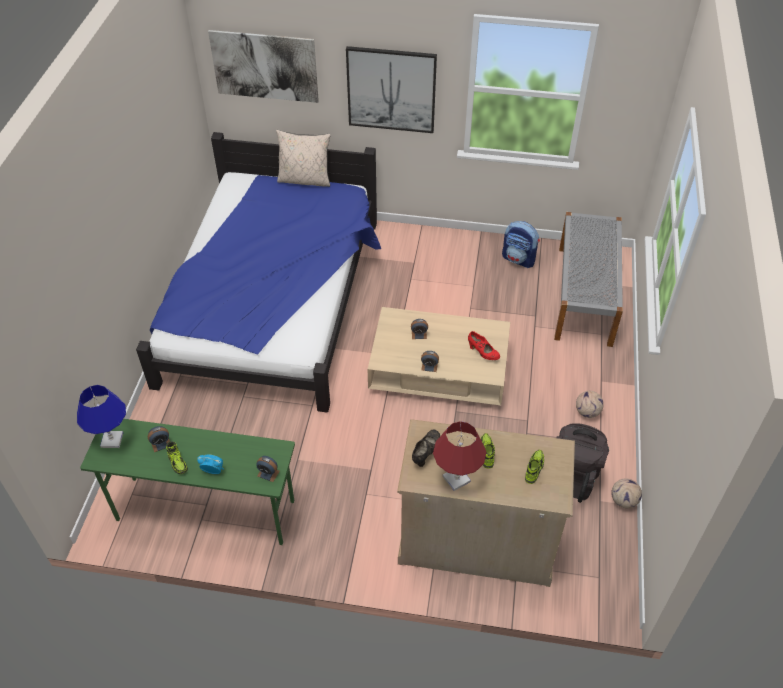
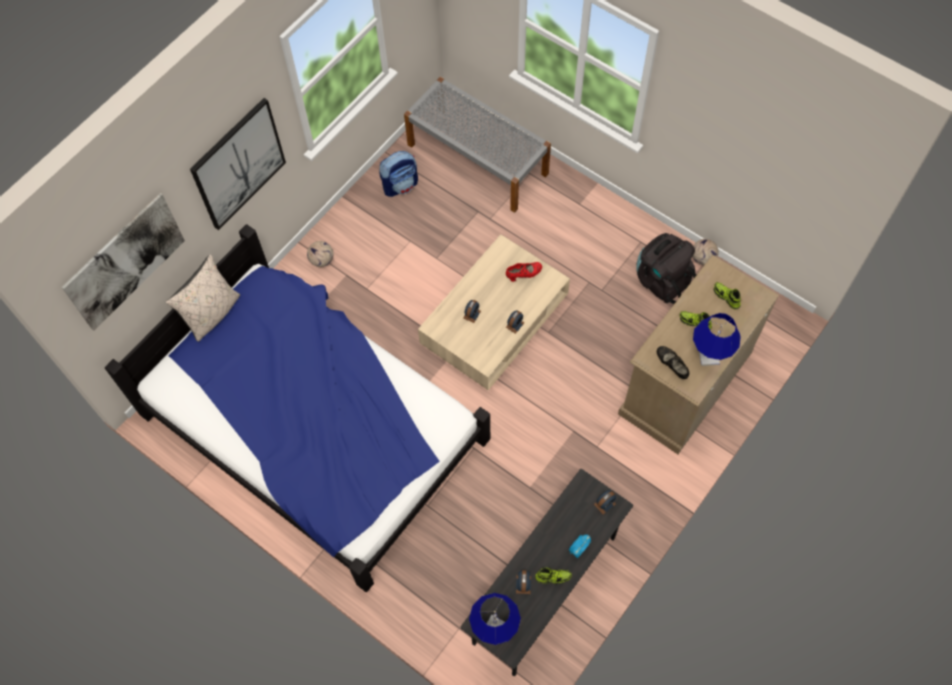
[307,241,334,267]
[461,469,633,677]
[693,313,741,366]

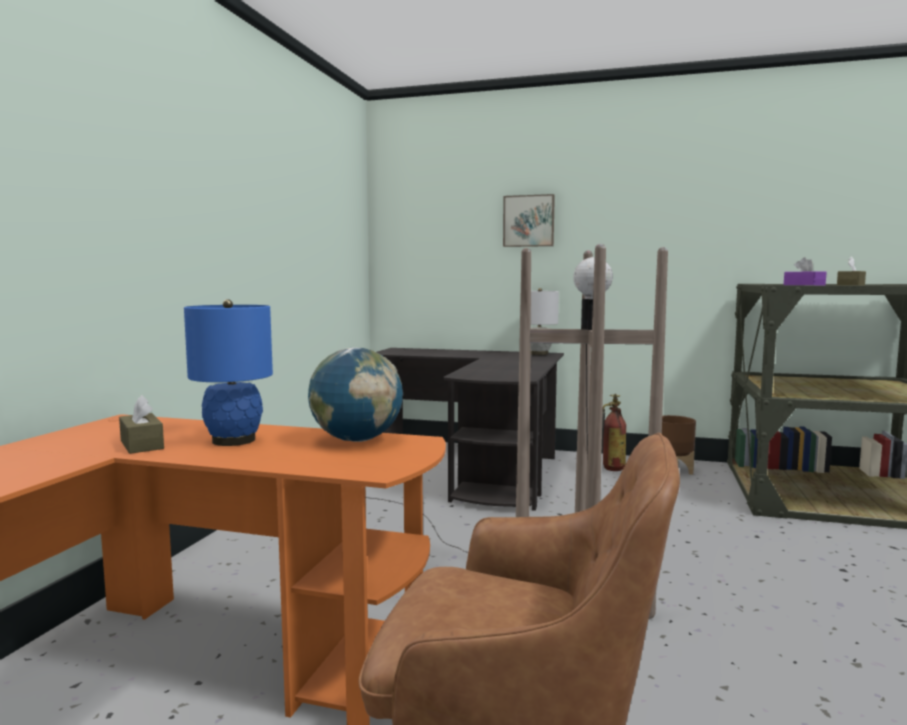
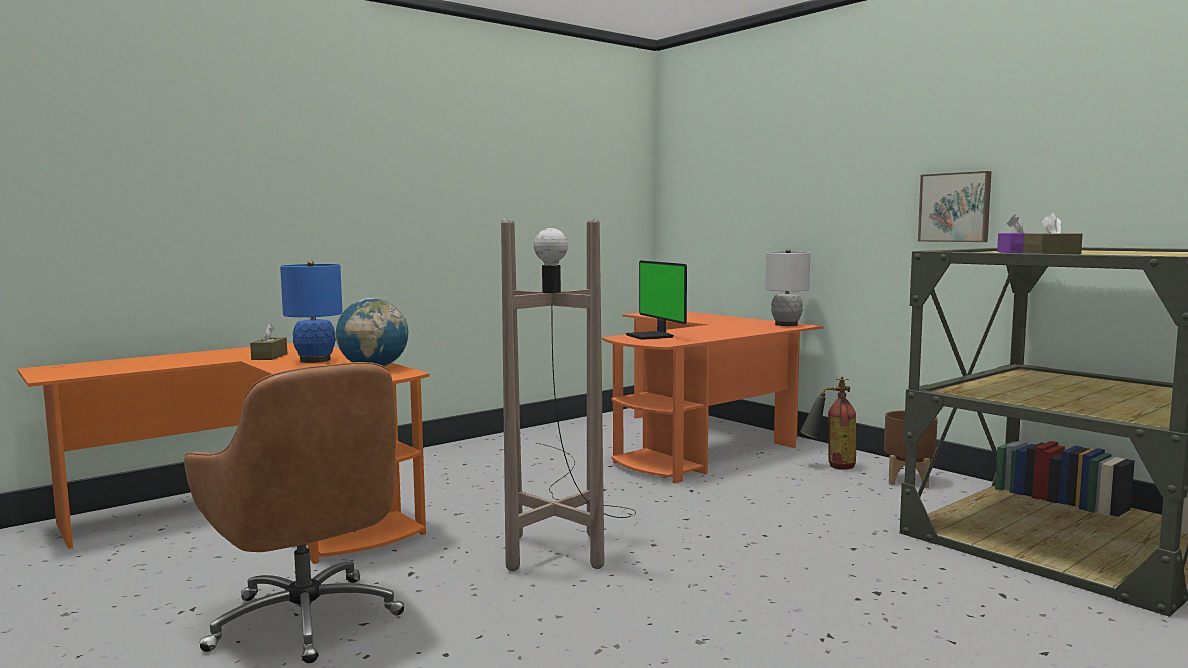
[602,312,824,483]
[626,261,687,340]
[918,171,991,242]

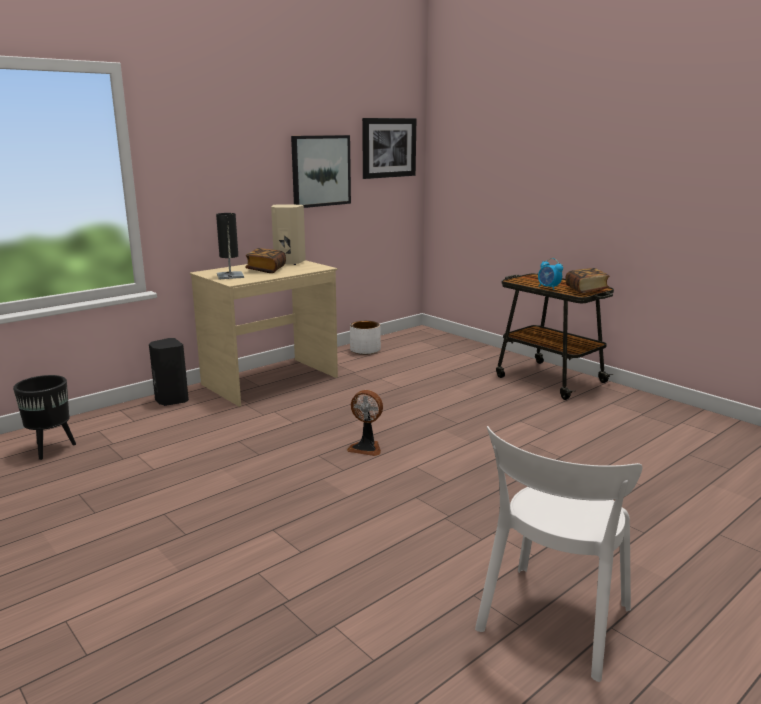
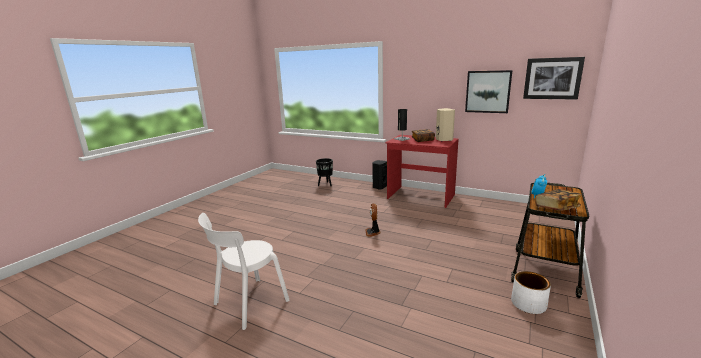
[198,213,289,330]
[386,135,459,208]
[511,271,551,314]

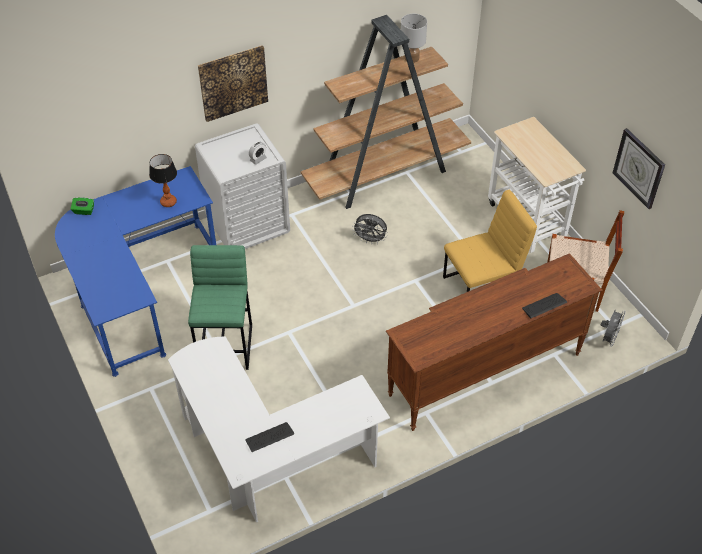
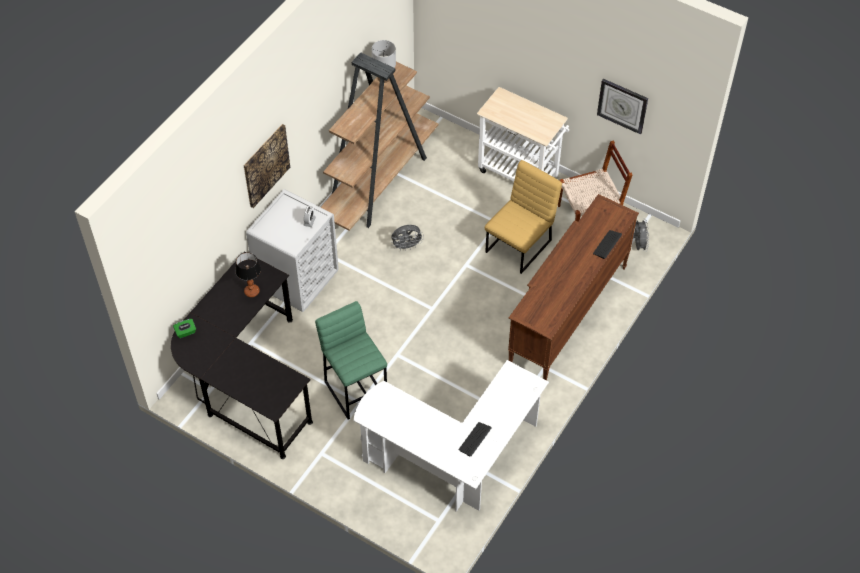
[171,251,313,459]

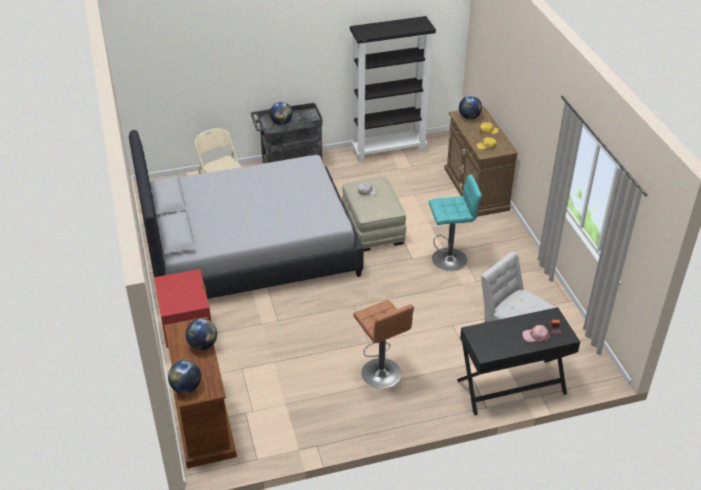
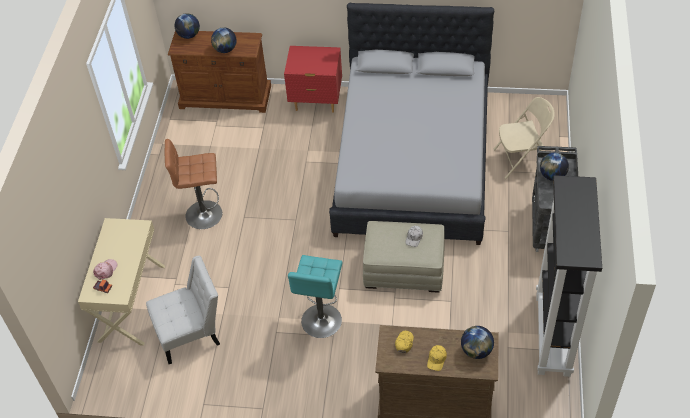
[78,218,165,346]

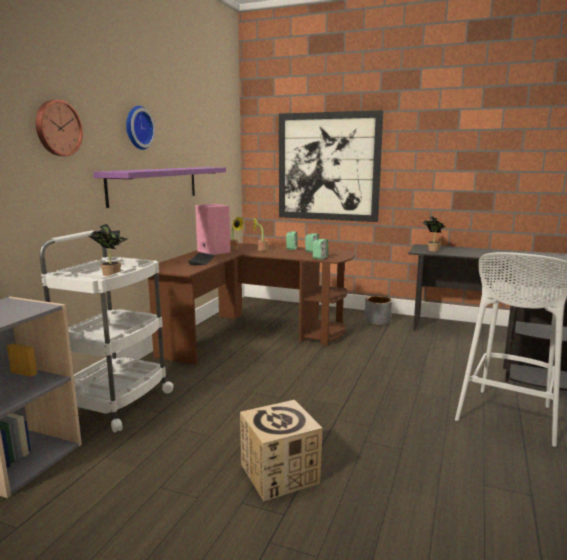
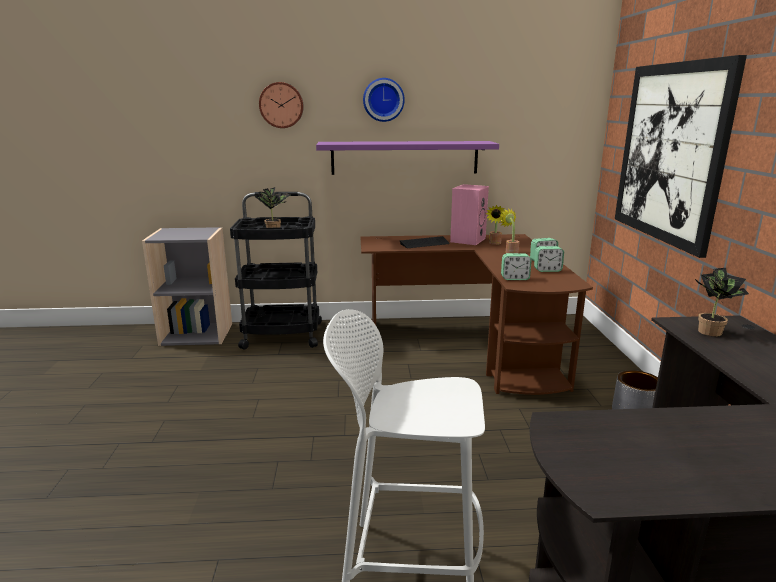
[230,192,322,350]
[240,400,323,502] (first image)

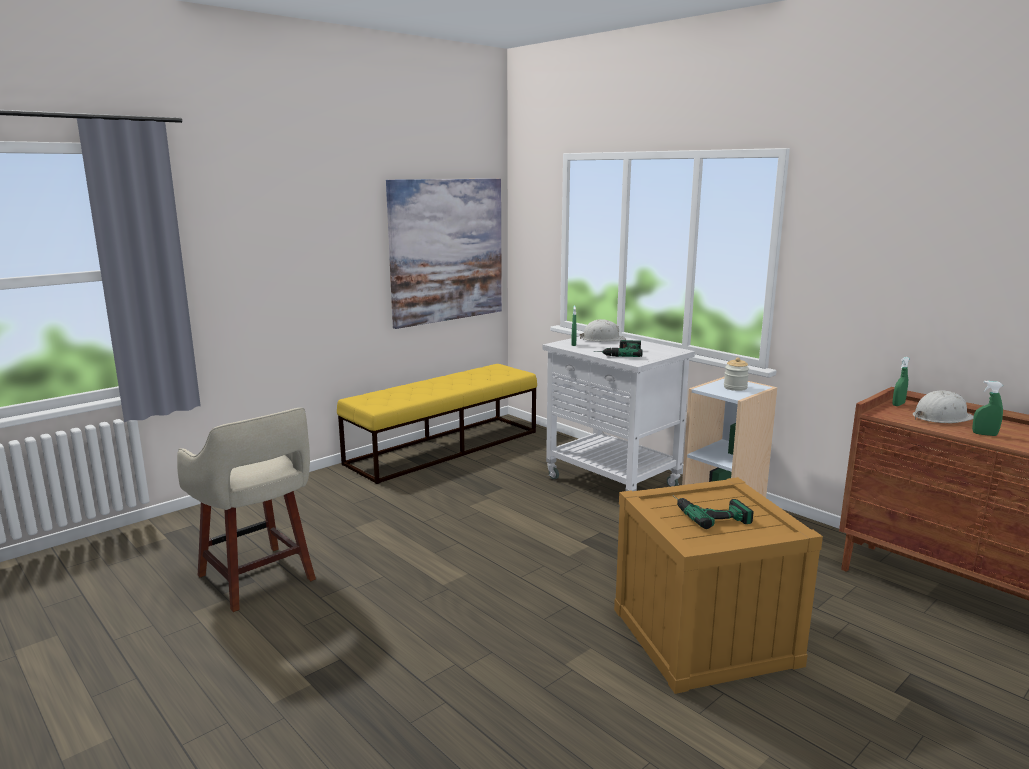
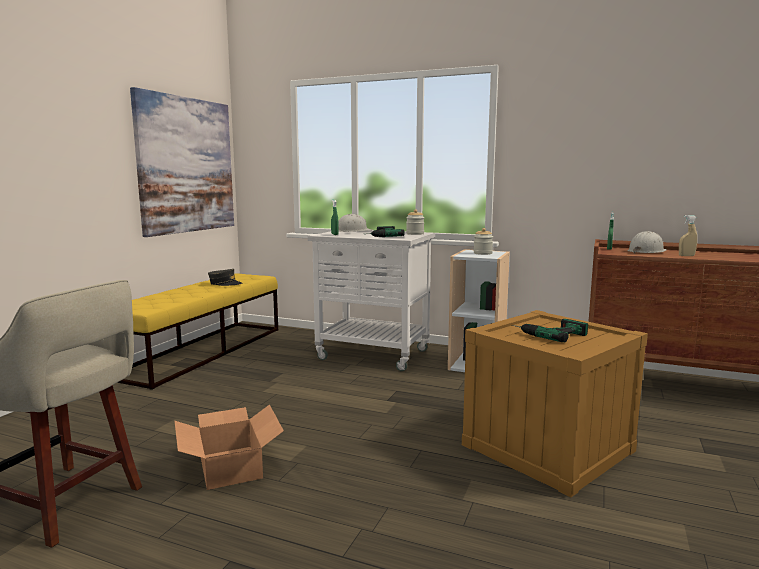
[174,404,284,490]
[208,269,242,286]
[406,209,424,235]
[679,215,697,256]

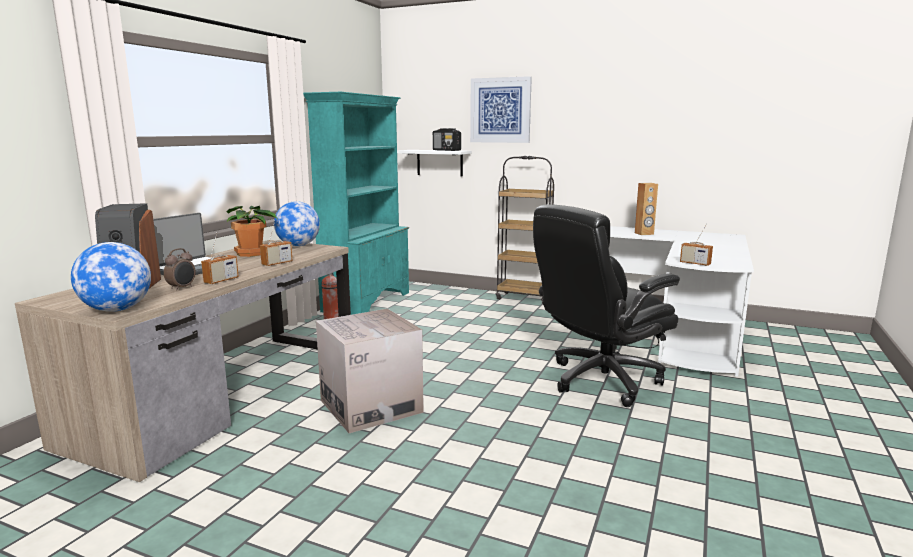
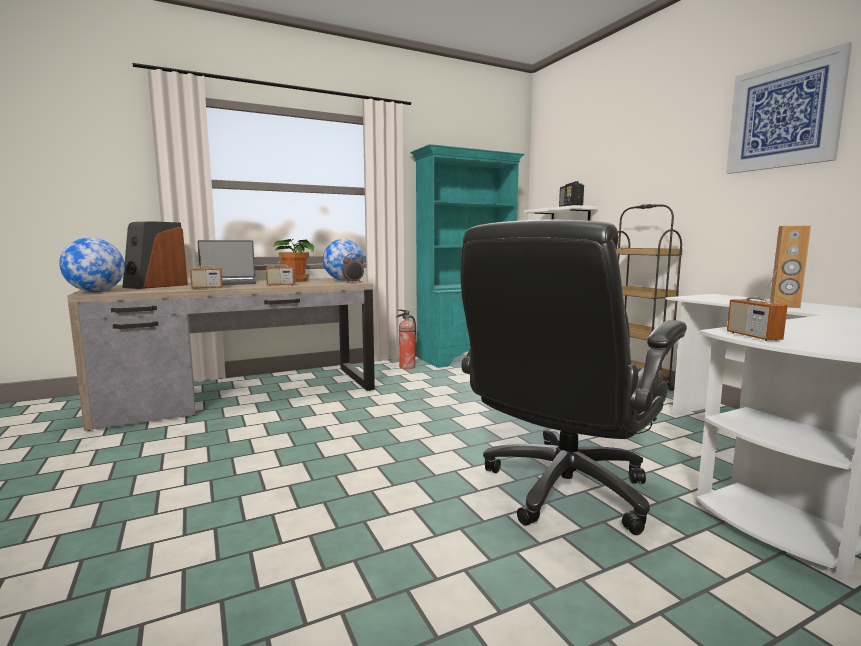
[342,253,364,283]
[460,220,687,535]
[726,42,852,174]
[316,309,424,433] (first image)

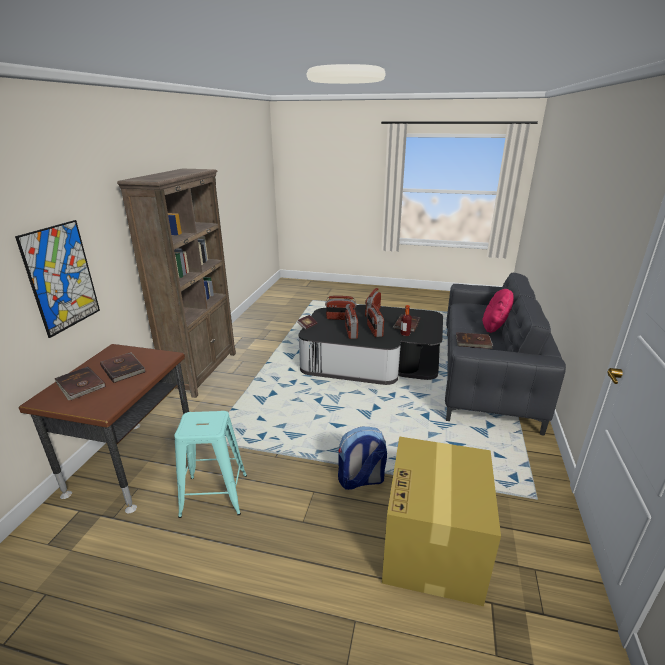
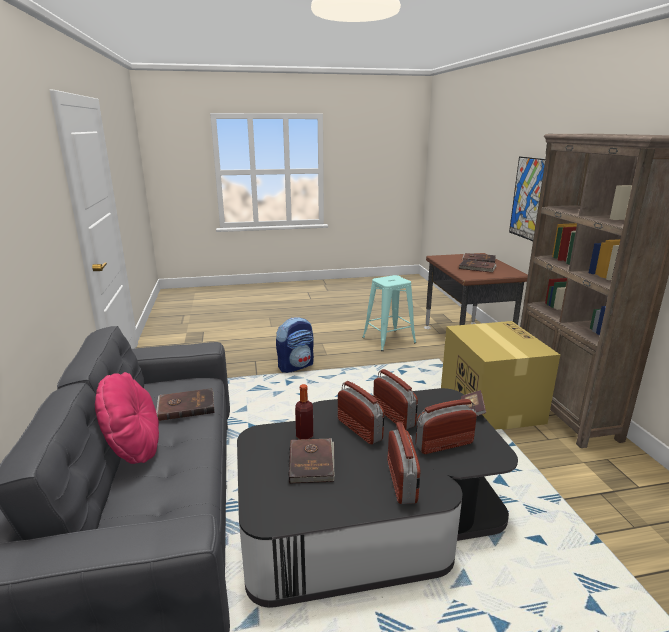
[441,321,560,430]

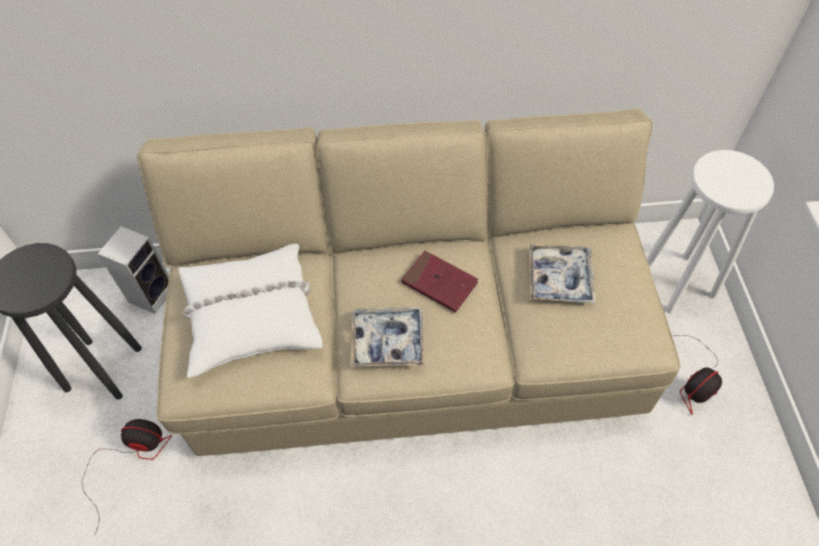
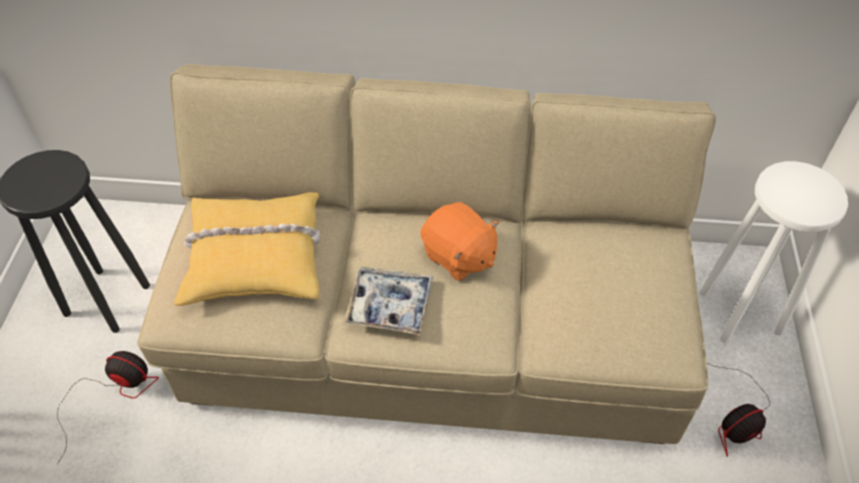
[174,192,321,306]
[421,202,499,281]
[98,226,169,314] (first image)
[529,243,596,304] (first image)

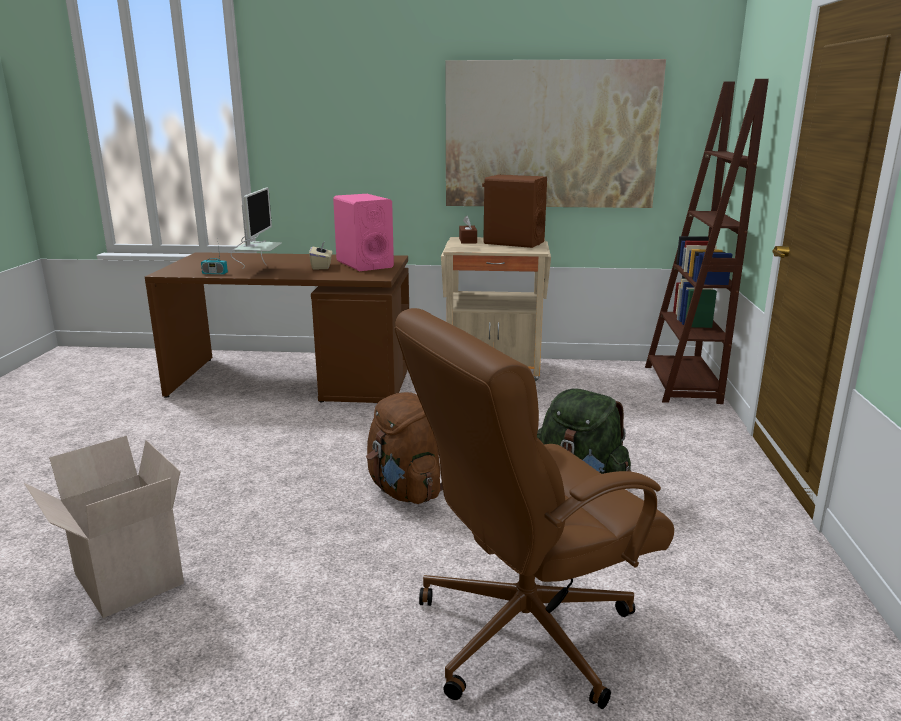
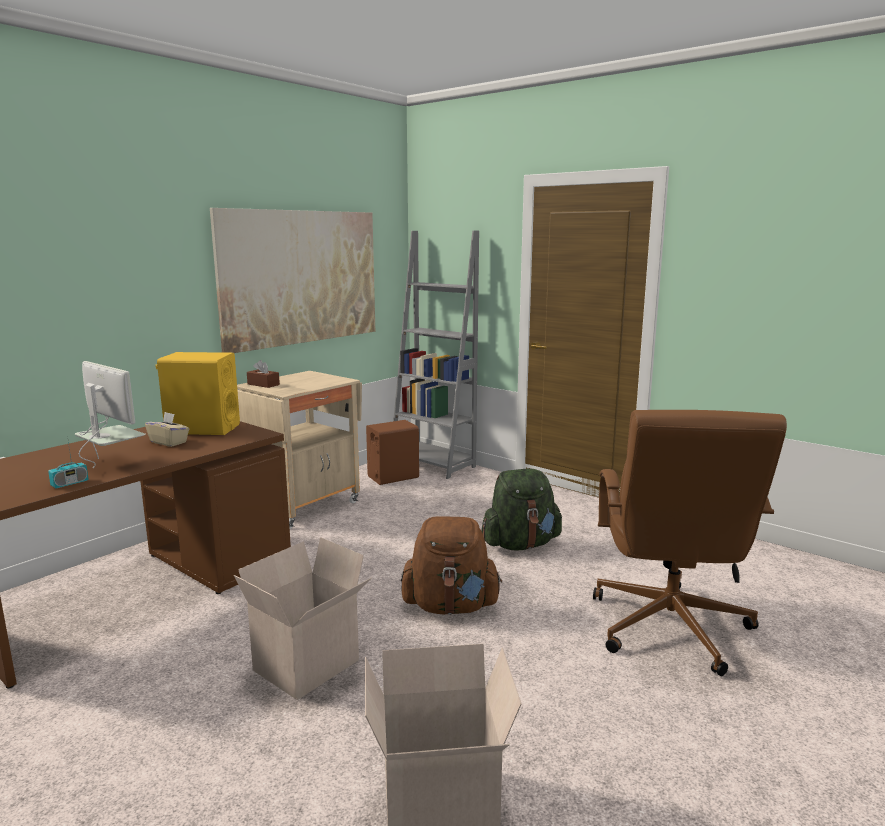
[155,352,240,435]
[234,537,372,700]
[366,420,419,485]
[393,231,479,479]

